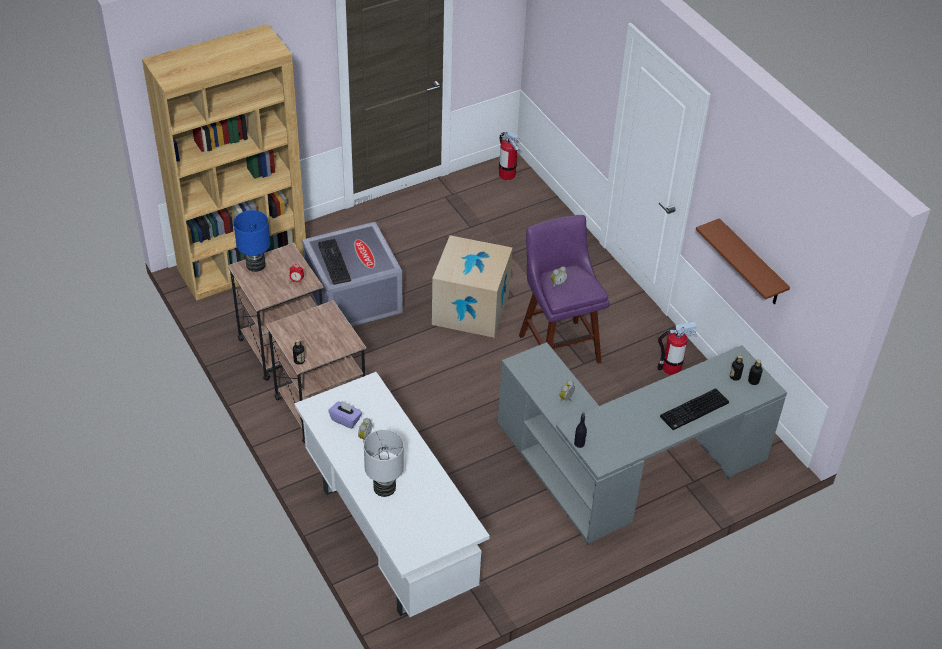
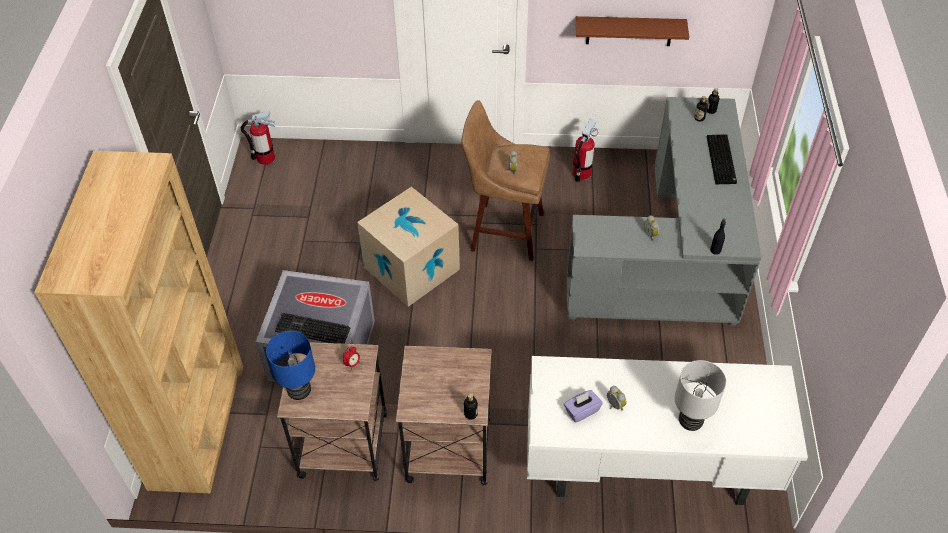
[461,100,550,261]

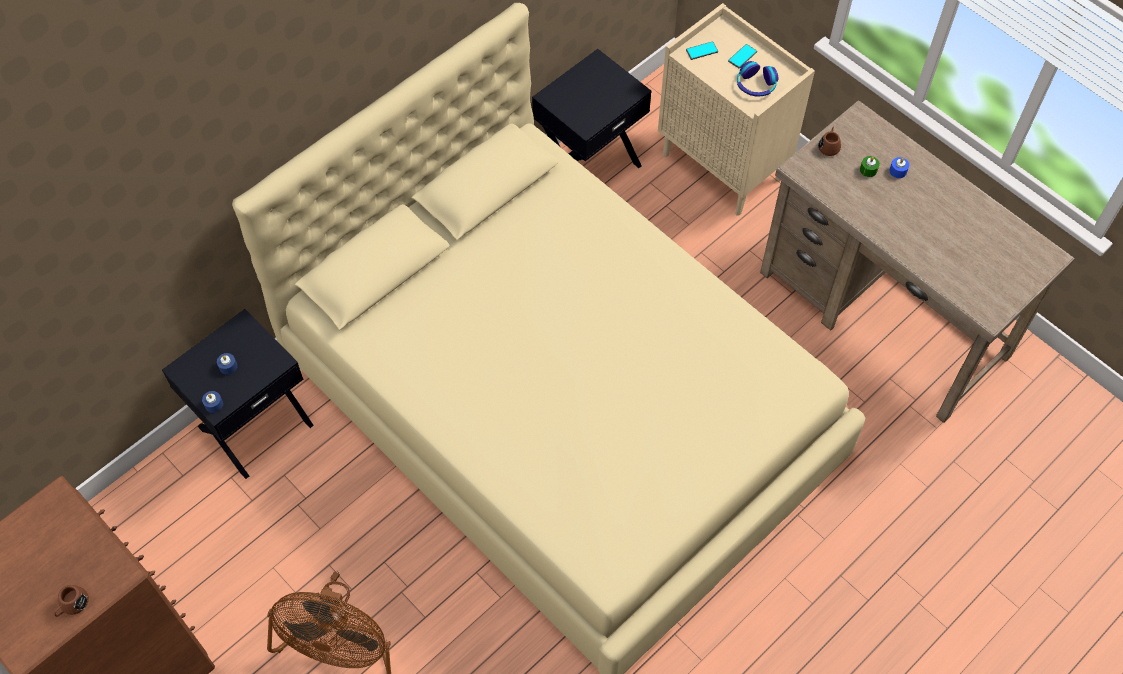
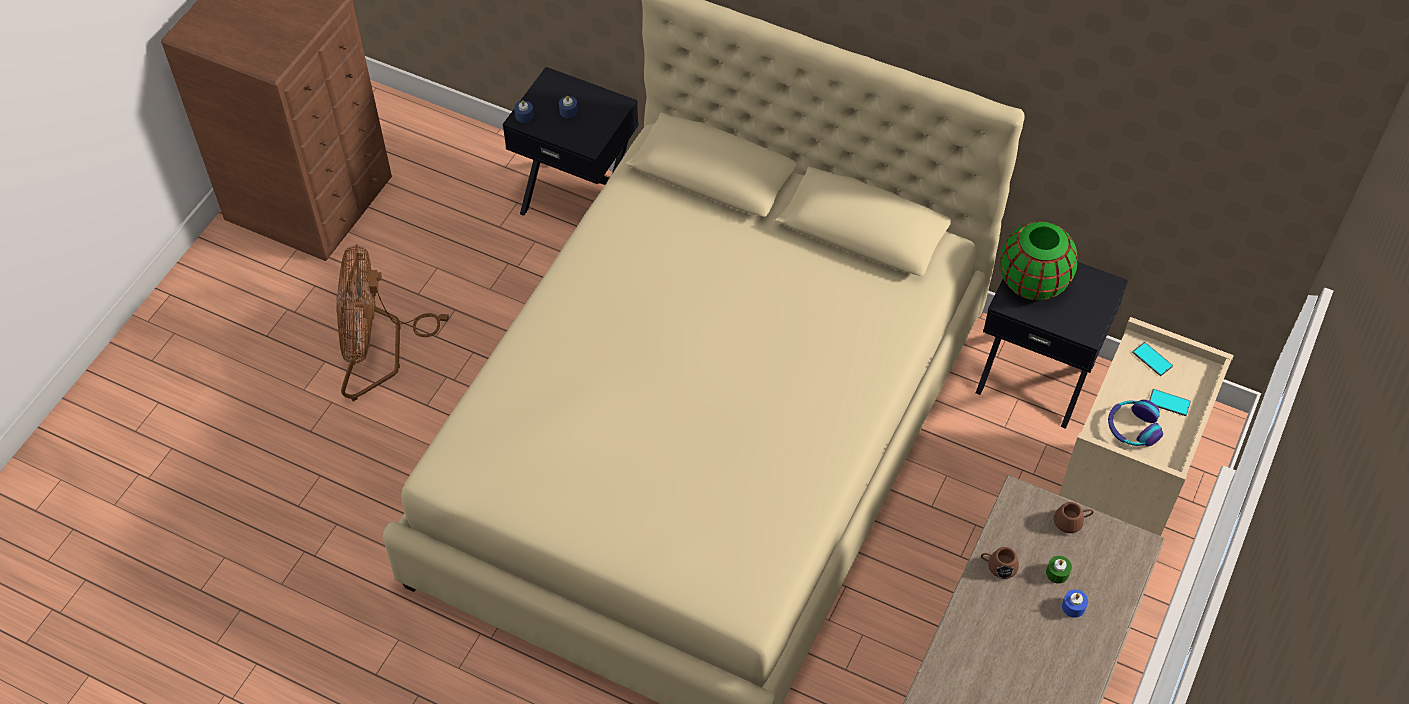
[981,547,1019,579]
[1000,221,1078,300]

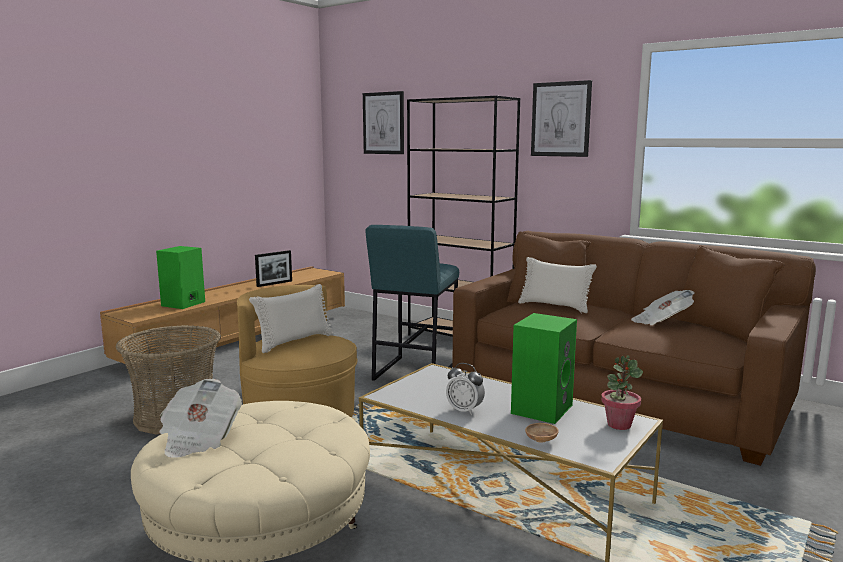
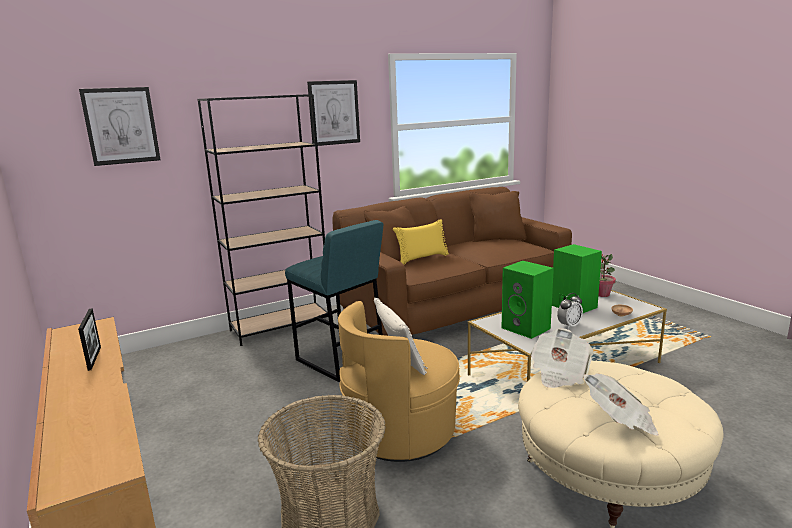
[393,219,449,264]
[502,261,554,339]
[530,328,594,388]

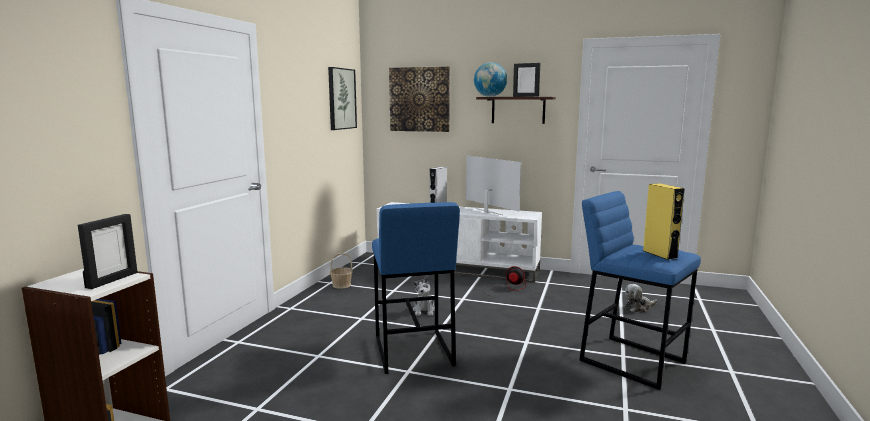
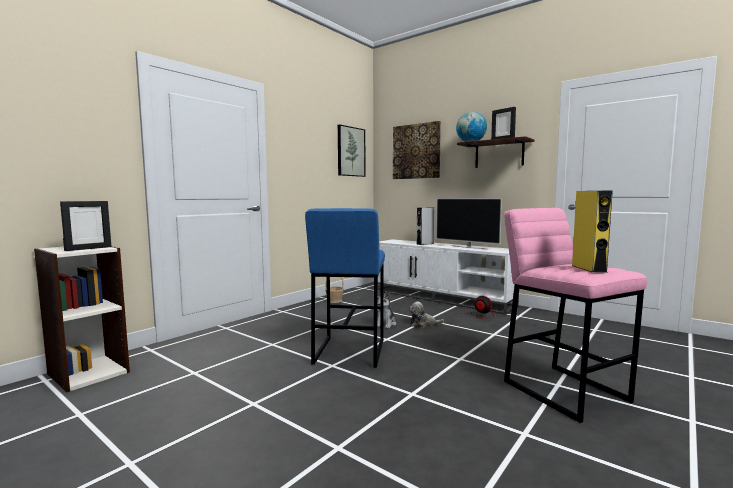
[409,302,444,328]
[436,198,502,249]
[504,208,647,423]

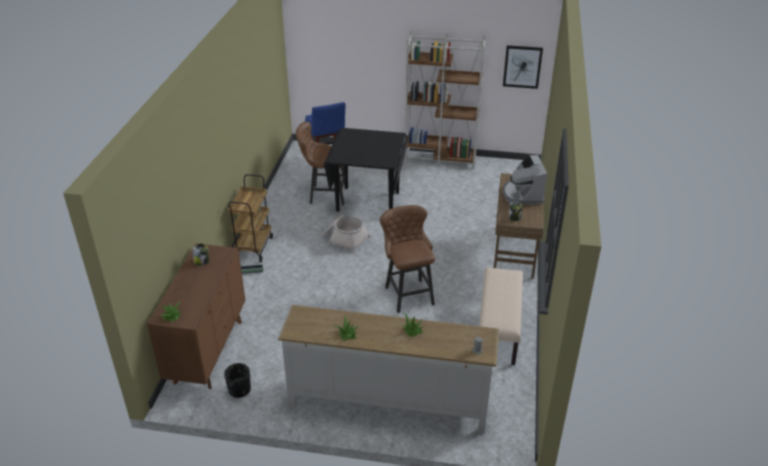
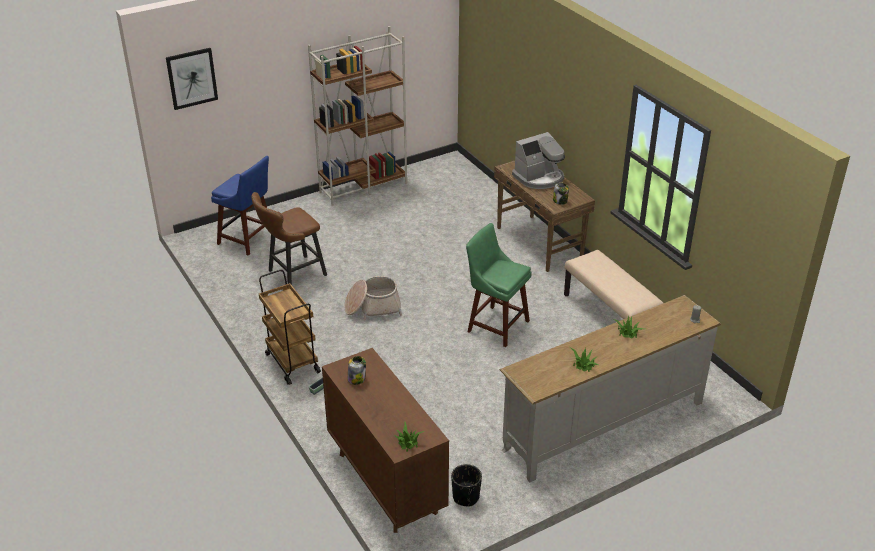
[166,48,218,110]
[466,223,531,347]
[512,132,565,189]
[324,128,408,212] (first image)

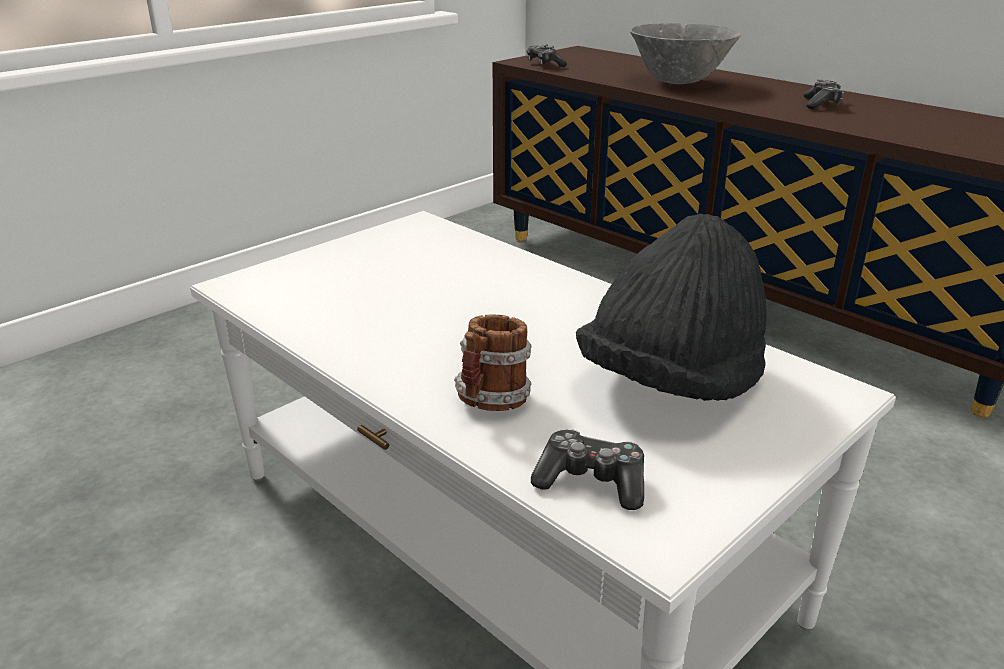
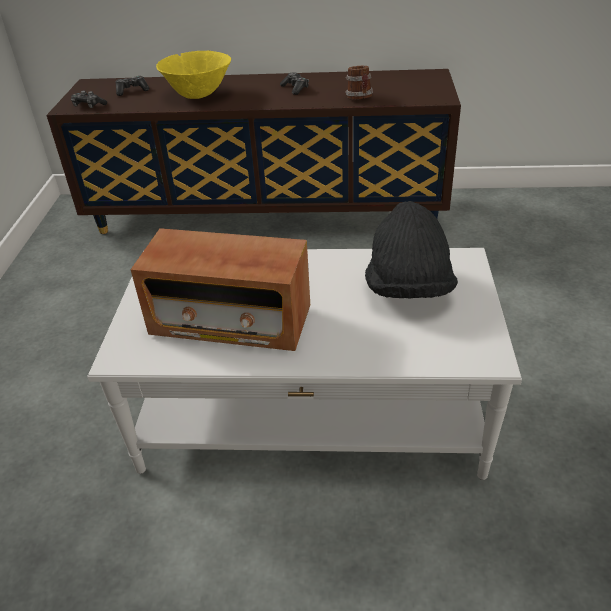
[116,76,150,96]
[131,228,310,351]
[156,51,231,99]
[345,66,373,99]

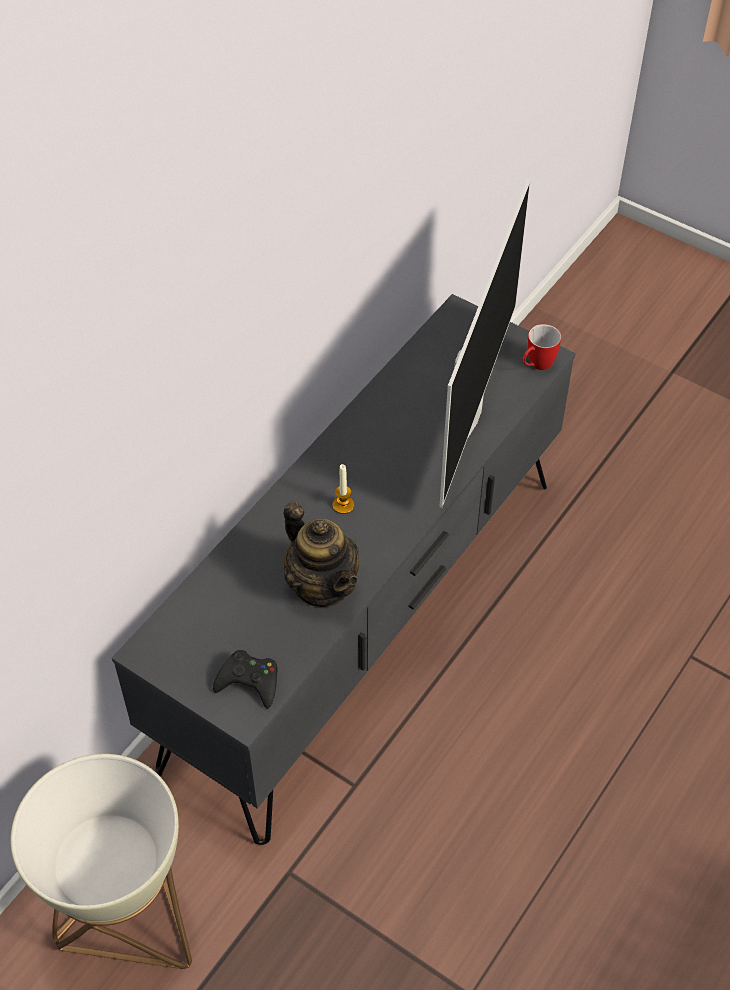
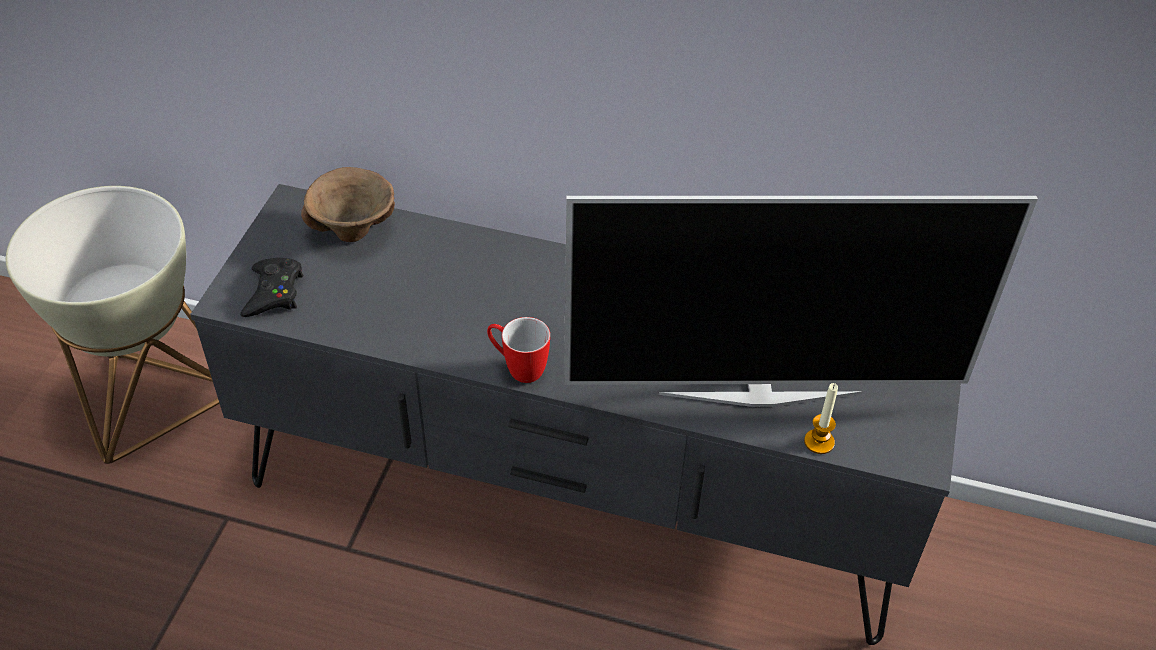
[301,167,395,242]
[487,317,550,383]
[804,383,838,454]
[283,502,359,607] (first image)

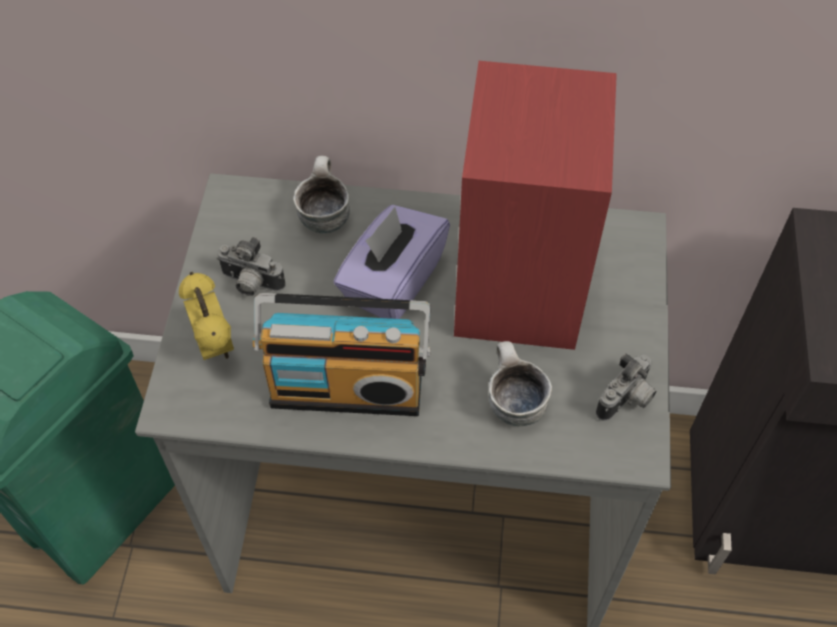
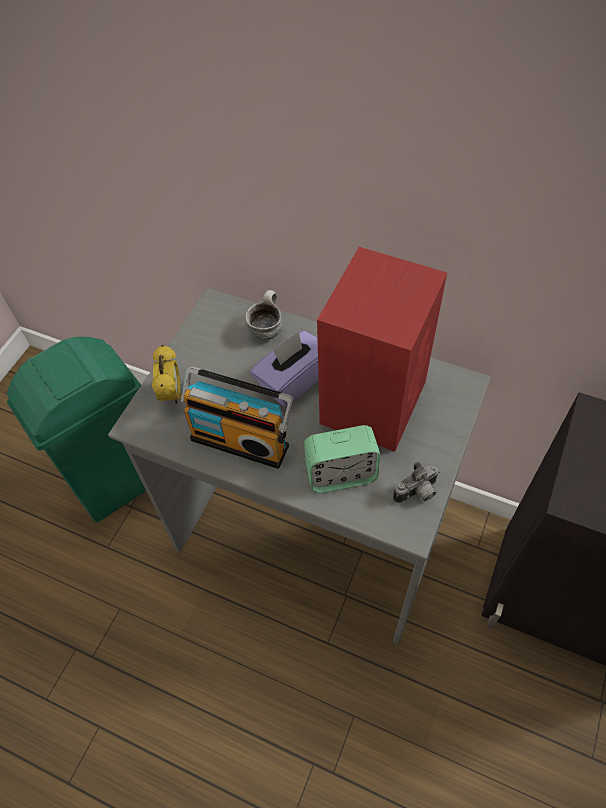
[304,425,380,493]
[216,237,286,296] (first image)

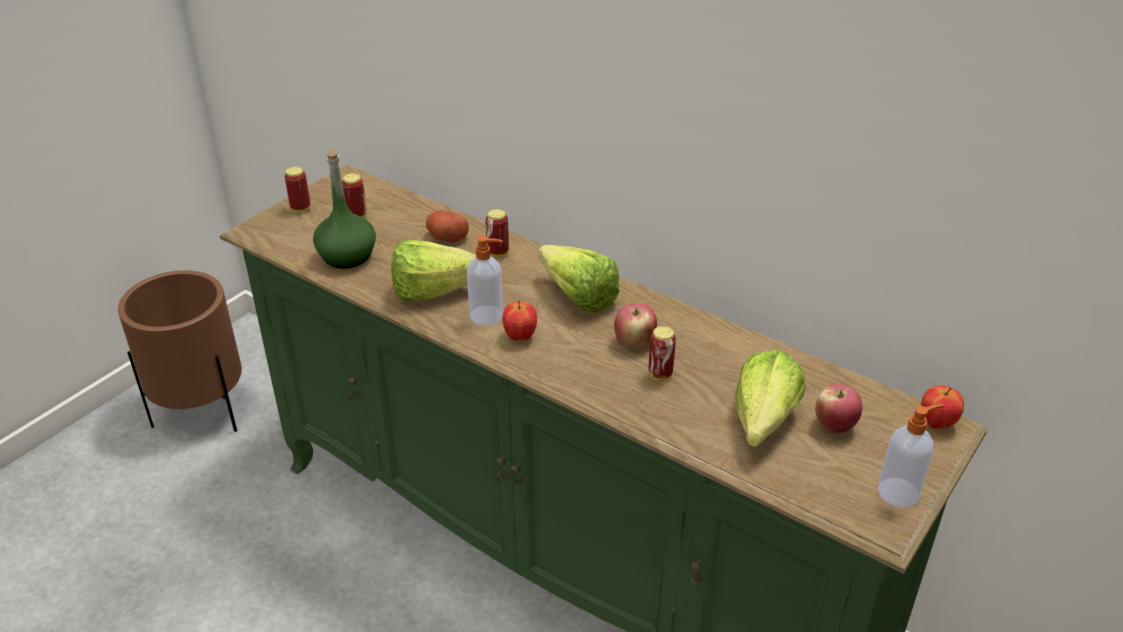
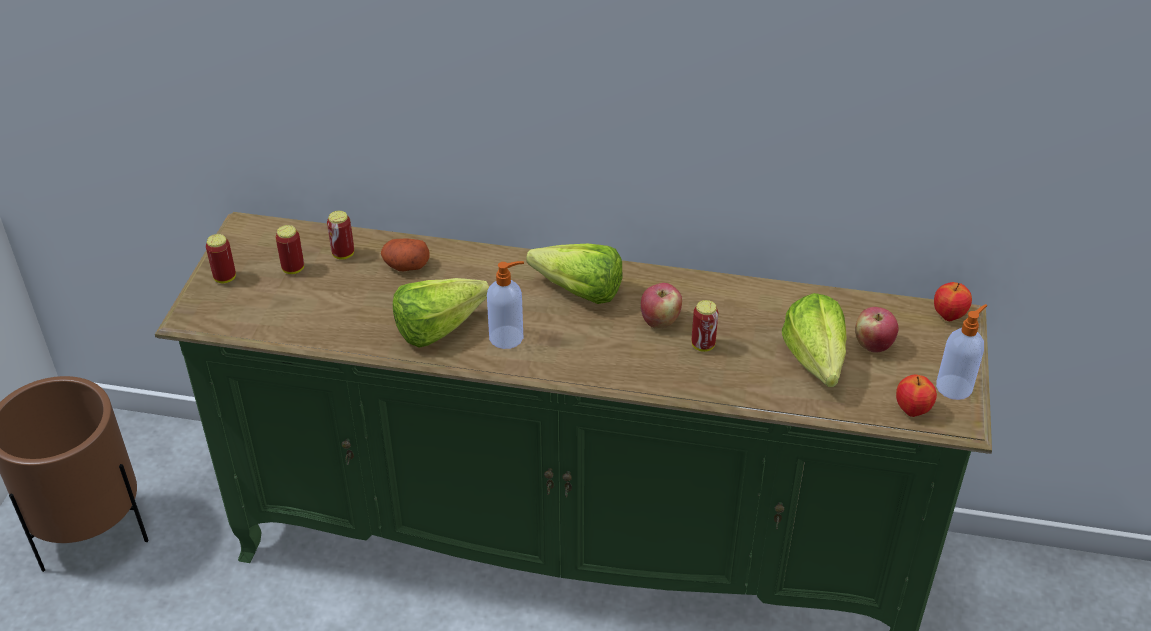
[327,211,354,260]
[896,374,937,417]
[313,150,376,269] (first image)

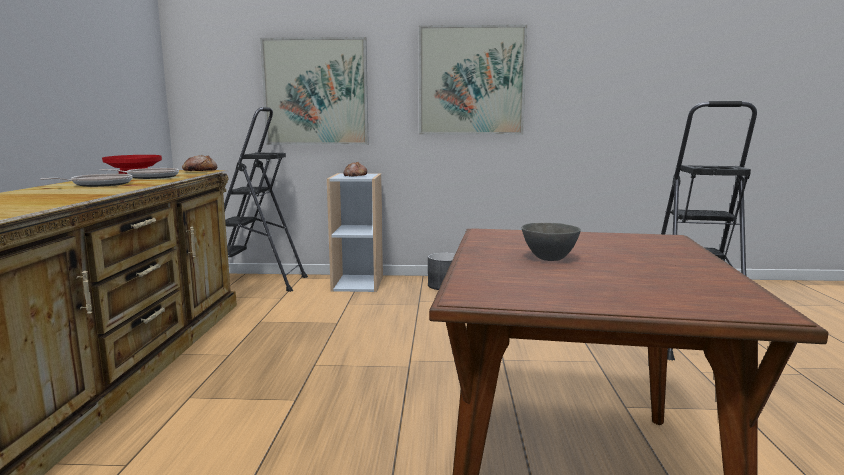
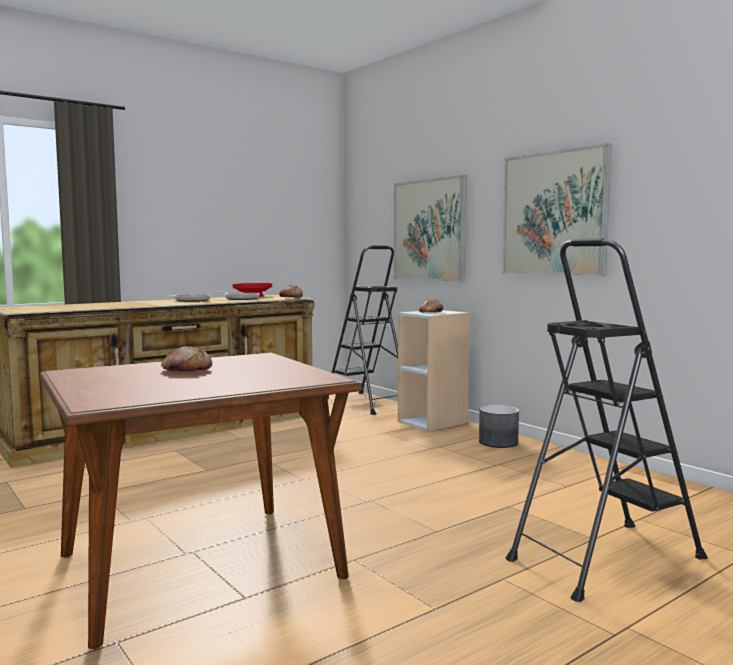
[161,346,212,371]

